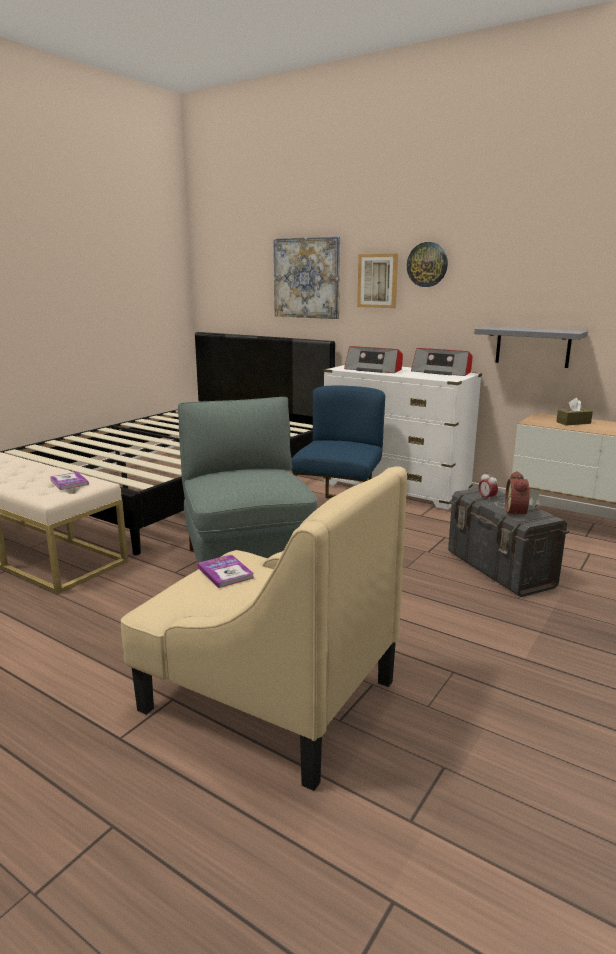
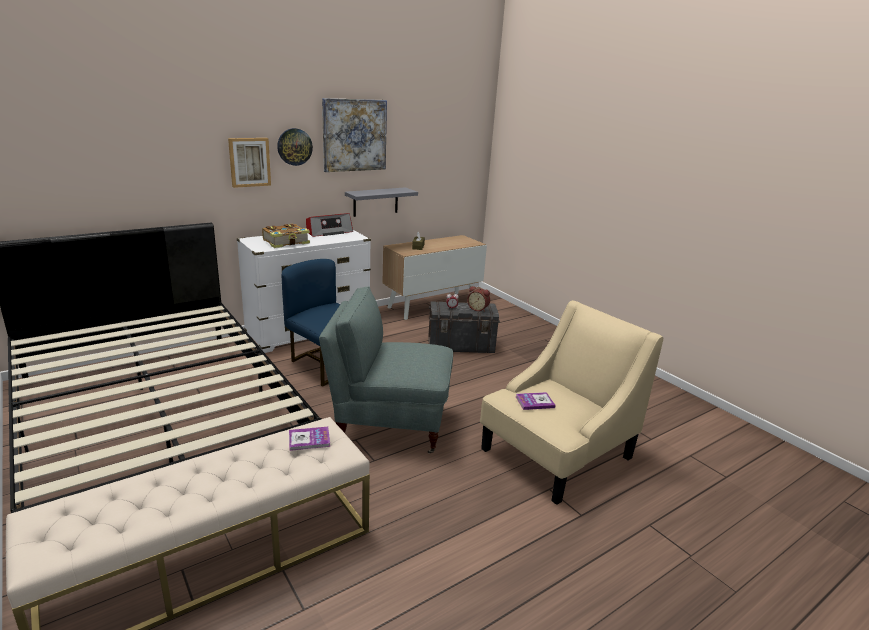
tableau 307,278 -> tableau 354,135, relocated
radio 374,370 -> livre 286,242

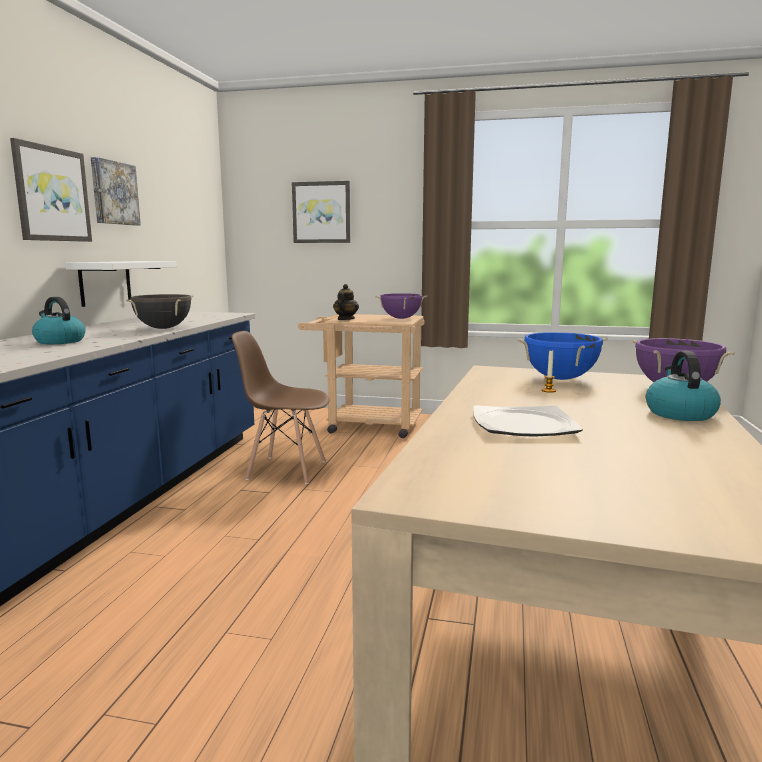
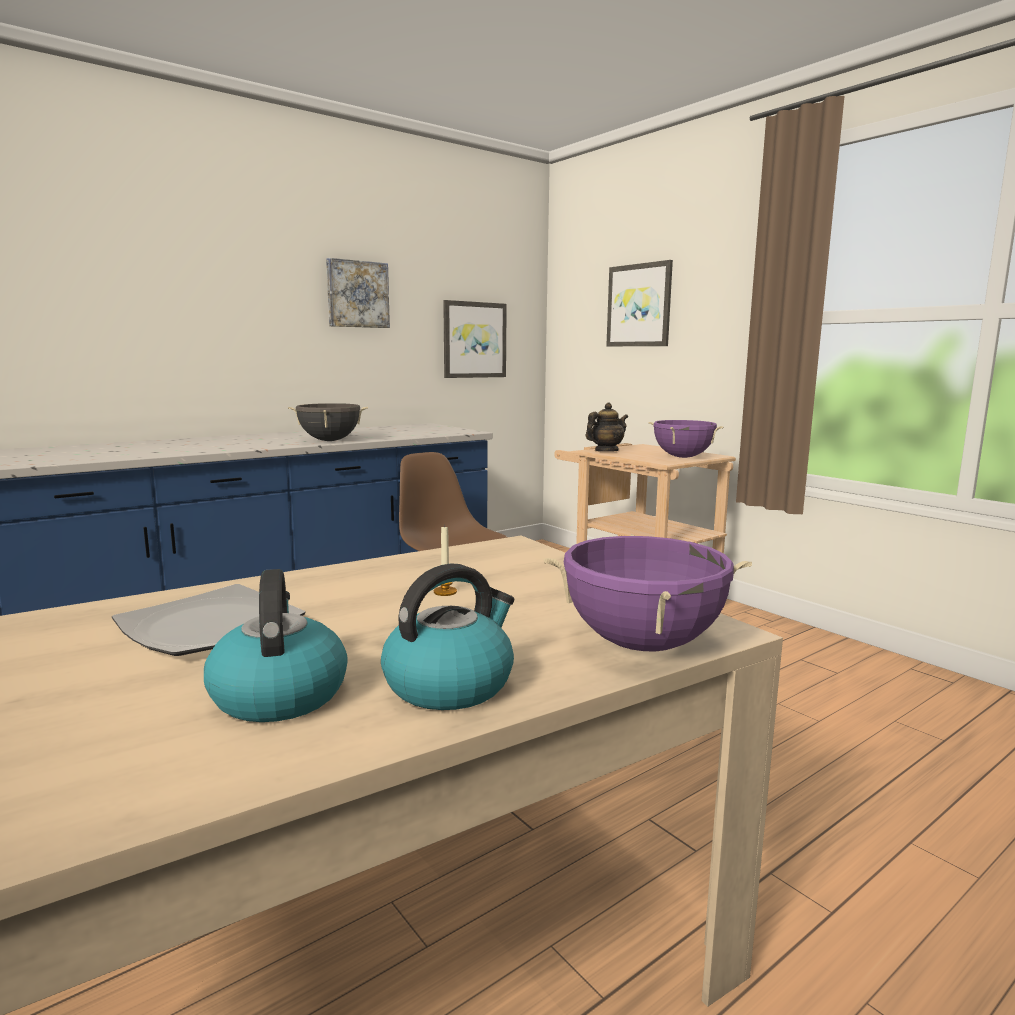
tableau 52,194 -> tableau 474,340, relocated
étagère (blanc) 105,282 -> none
bouilloire 59,341 -> bouilloire 278,694, relocated
marmite (bleu) 560,378 -> none

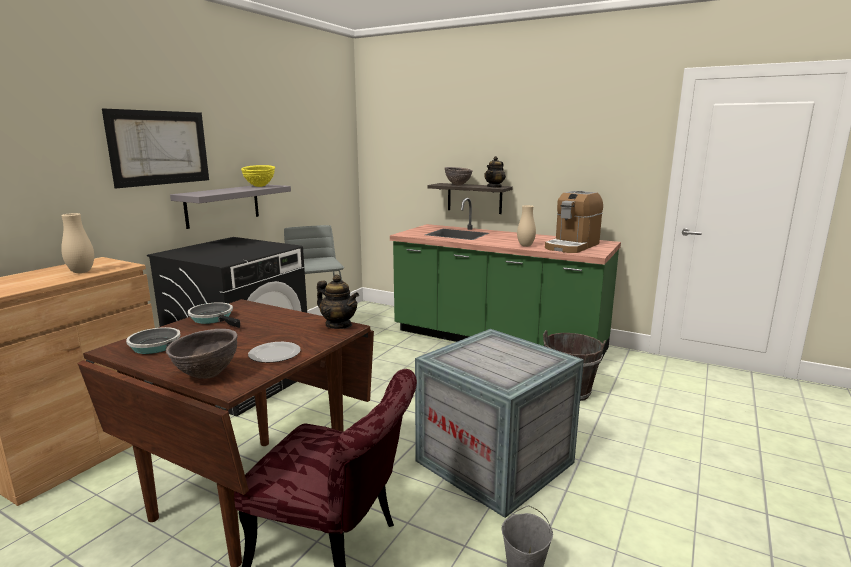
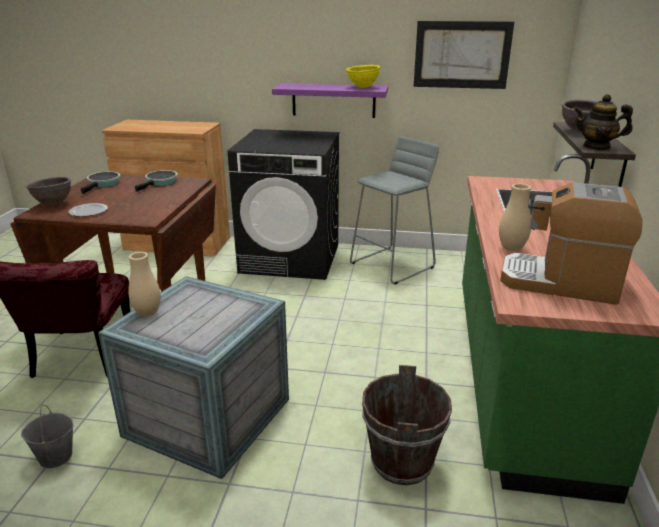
tableau 160,148 -> tableau 462,55, relocated
étagère (gris) 223,205 -> étagère (violet) 333,100
vase (beige) 81,272 -> vase (beige) 147,313, relocated
théière 339,325 -> none

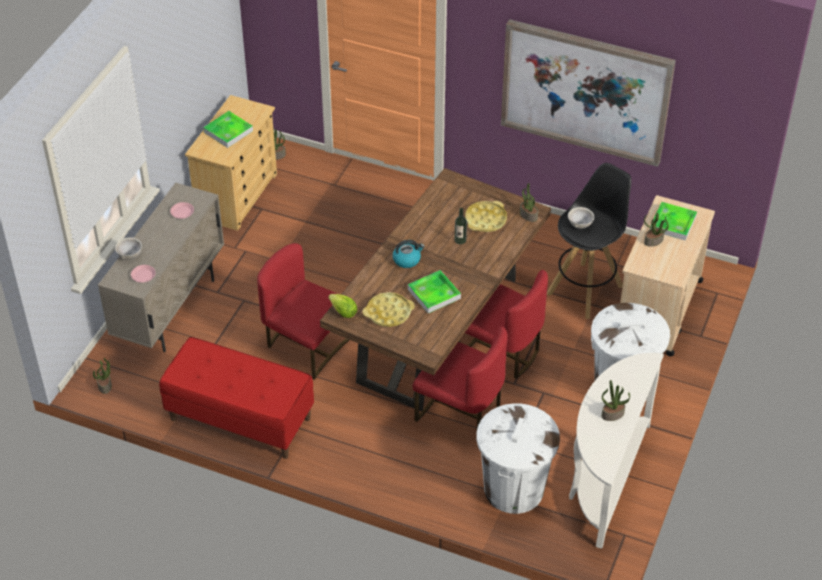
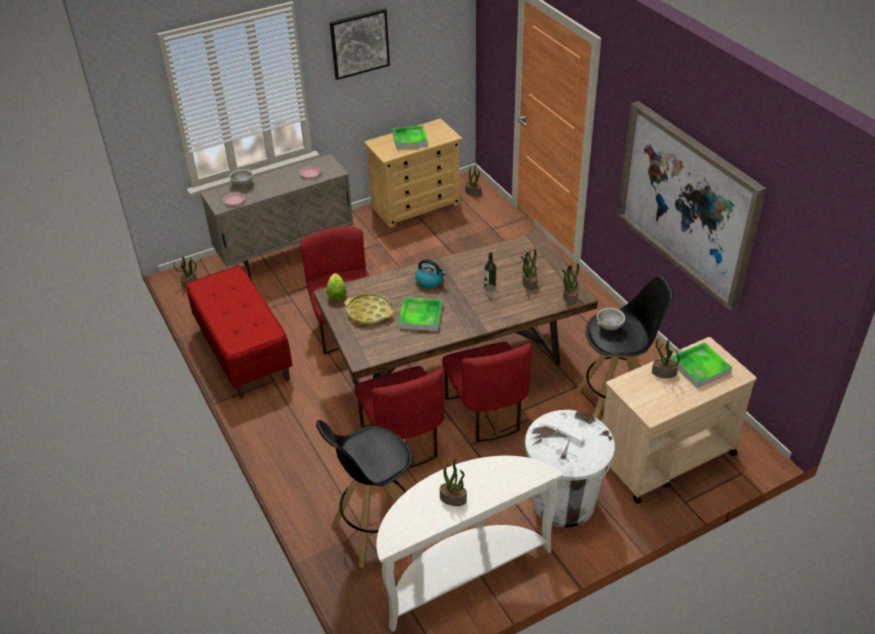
plateau (jaune) 485,220 -> plante en pot 529,283
poubelle (blanc) 513,489 -> tabouret (noir) 375,529
none -> tableau 359,43

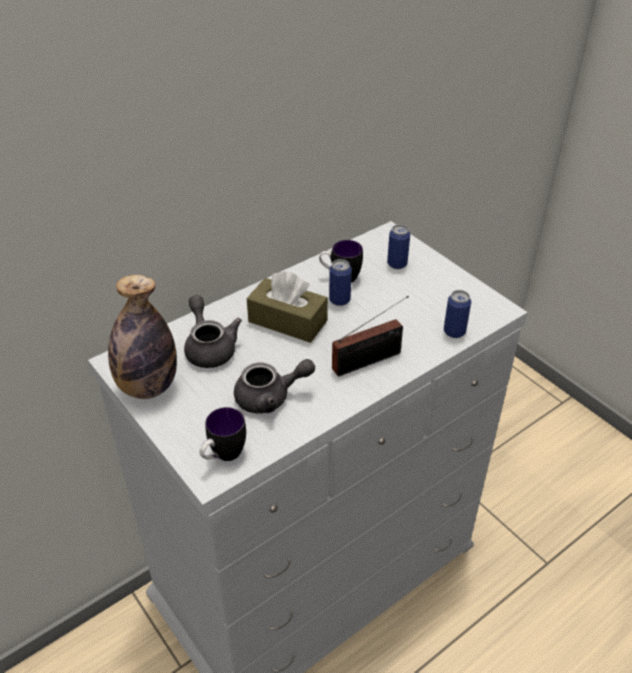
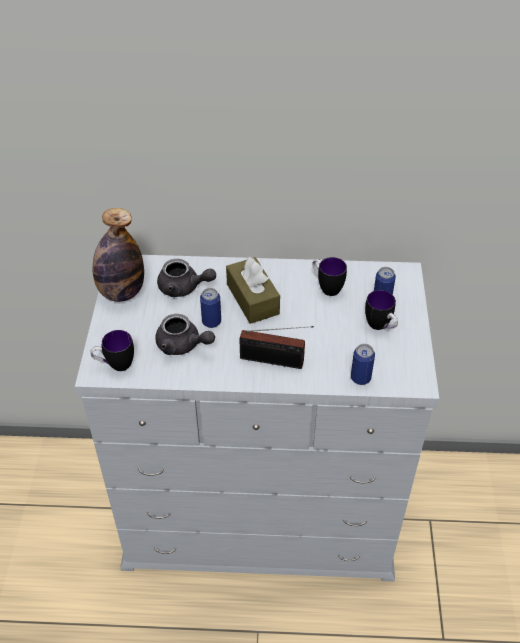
boîte métallique 339,300 -> boîte métallique 211,322, relocated
théière (gris) 209,347 -> théière (gris) 184,288, 90 degrees clockwise
none -> mug 381,327

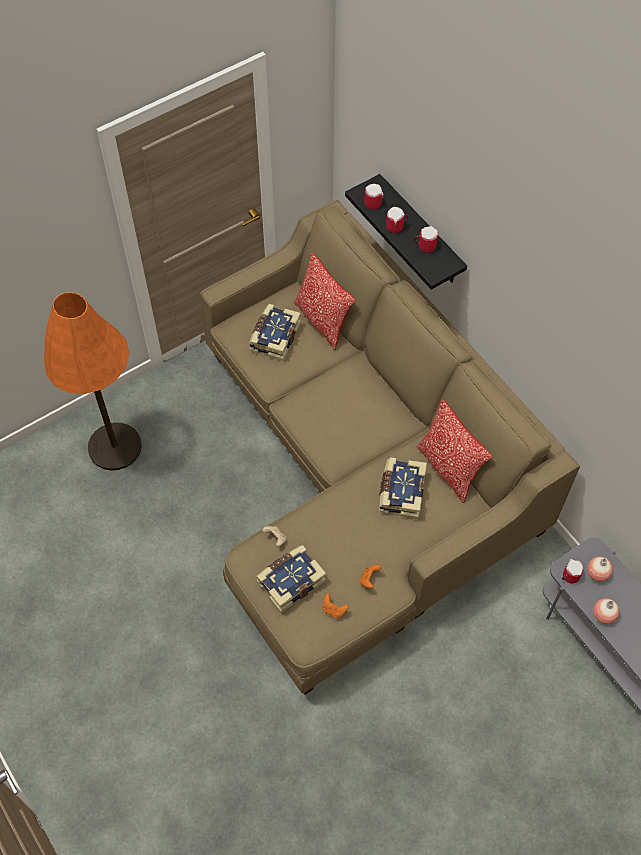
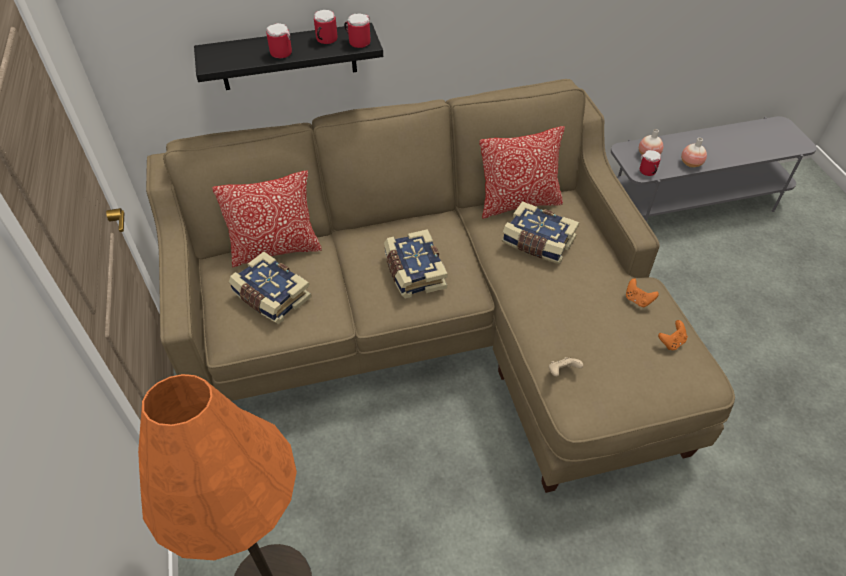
mug 374,201 -> mug 357,41, relocated
livre 290,581 -> livre 413,272, relocated

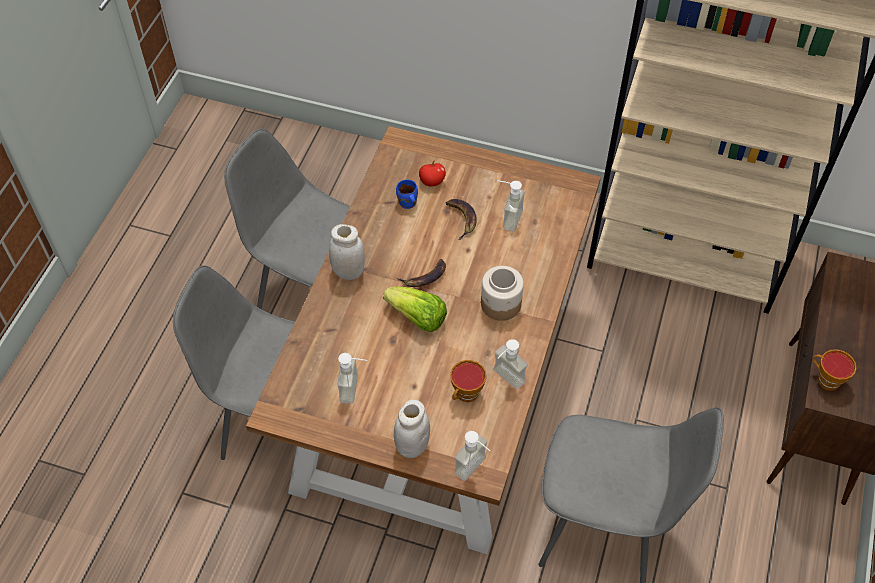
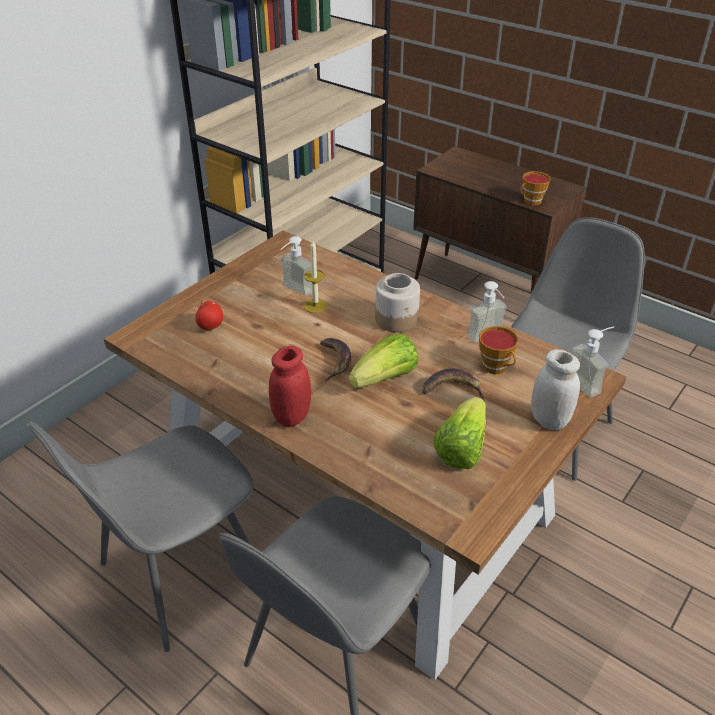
mug (bleu) 407,204 -> none
banane 462,219 -> banane 452,388, relocated
bocal (blanc) 348,271 -> bocal (rouge) 292,416
distributeur de savon 356,389 -> laitue 461,448
none -> bougie 315,306

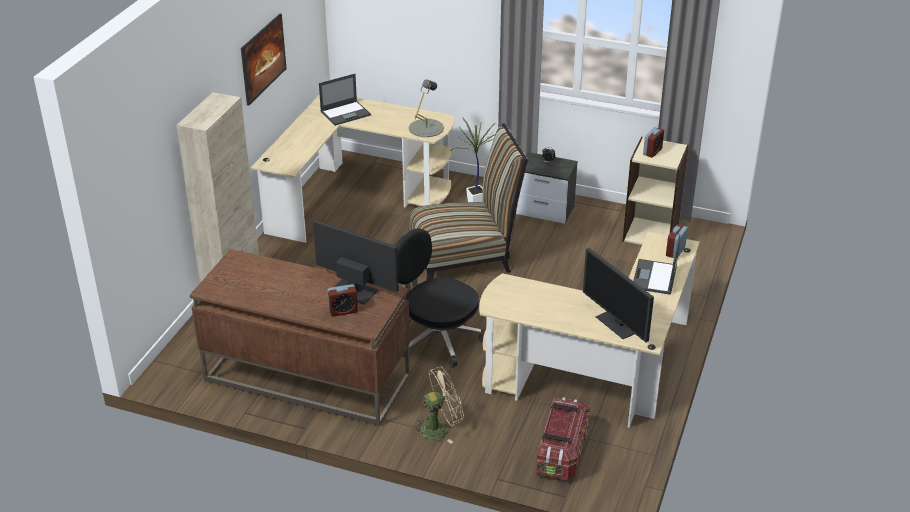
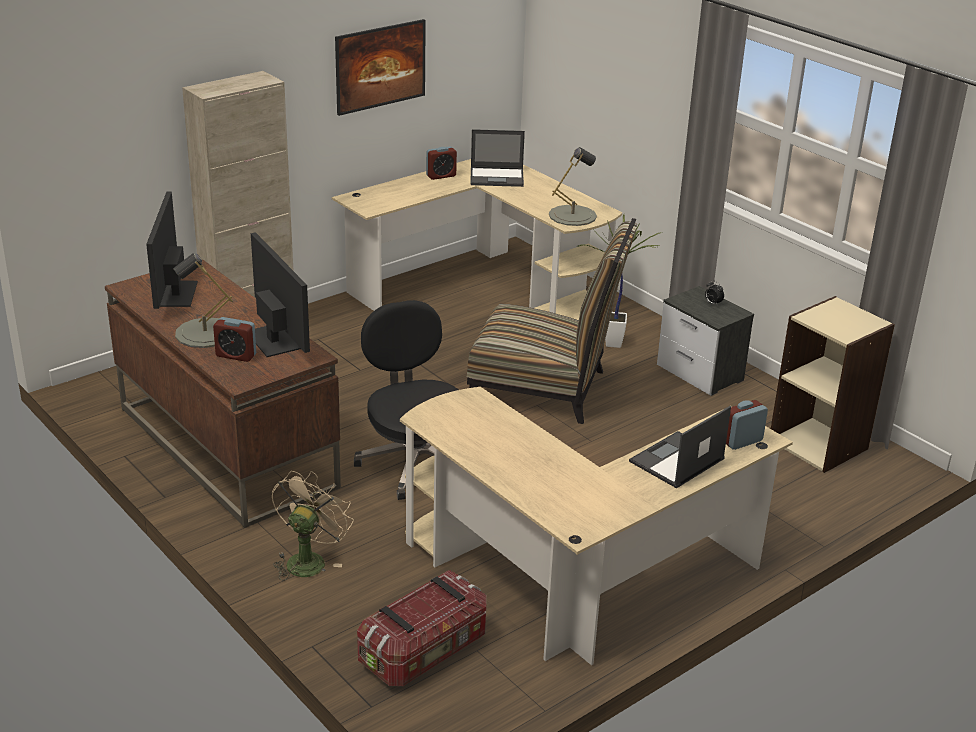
réveil 652,152 -> réveil 441,176, relocated
écran d'ordinateur 619,323 -> écran d'ordinateur 176,294, relocated
ventilateur (beige) 439,428 -> ventilateur (beige) 309,559, 75 degrees counterclockwise
none -> lampe de table (gris) 205,333

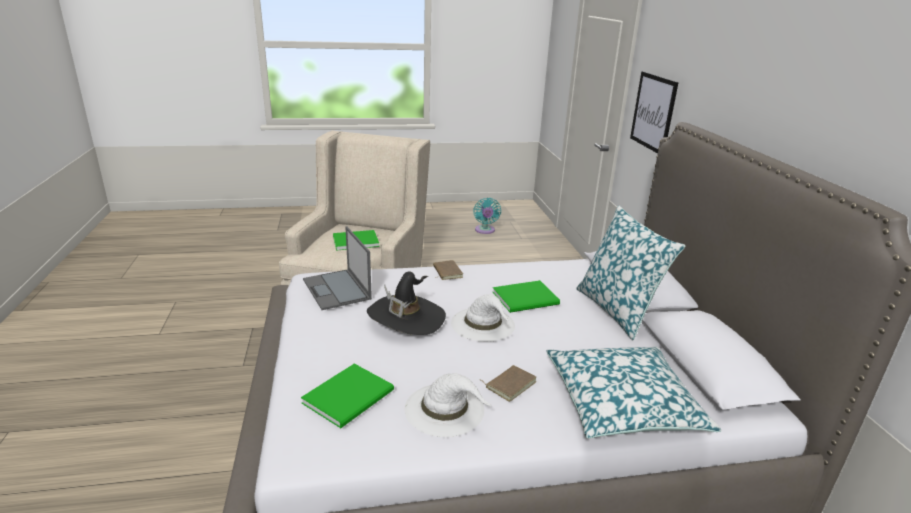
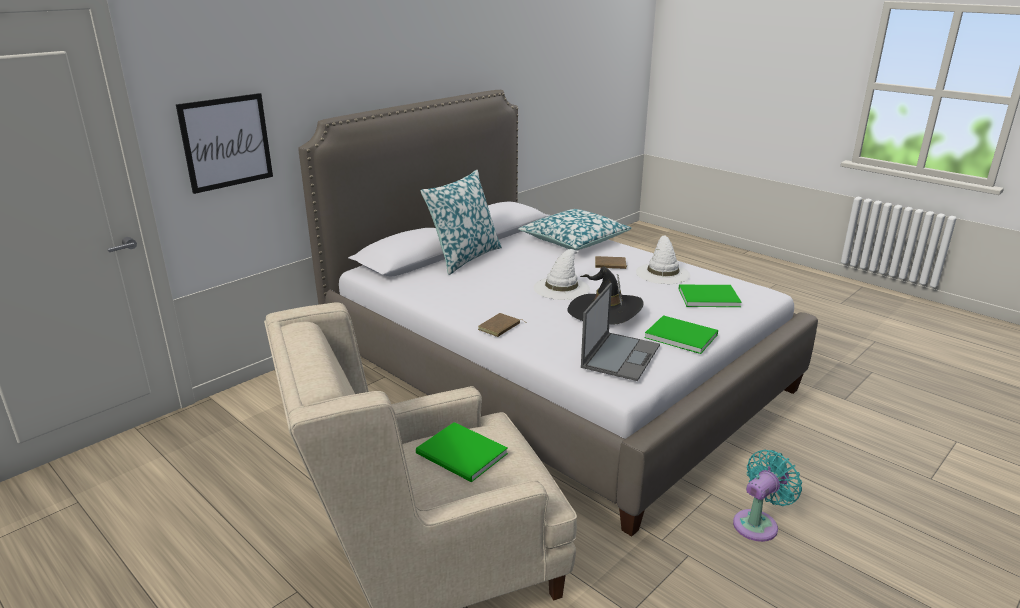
ventilateur (turquoise) 485,231 -> ventilateur (turquoise) 758,523, relocated
livre (vert) 527,298 -> livre (vert) 679,335, relocated

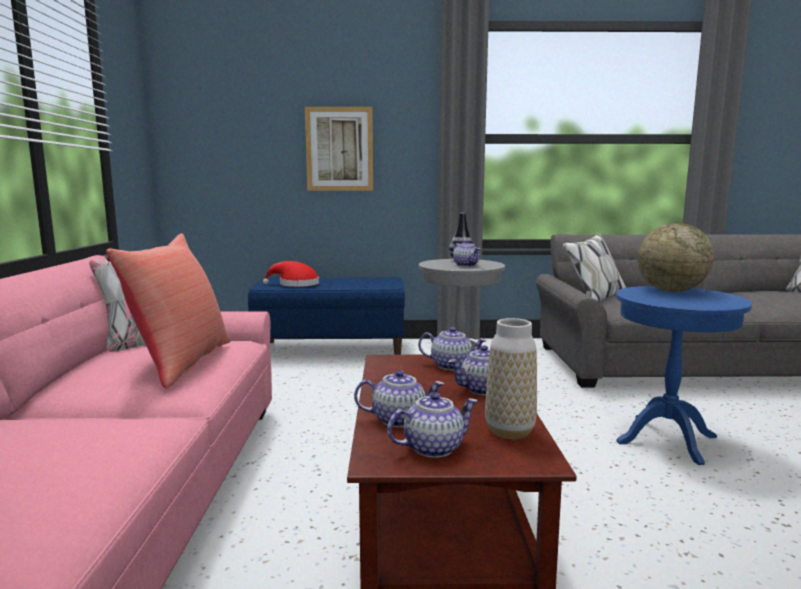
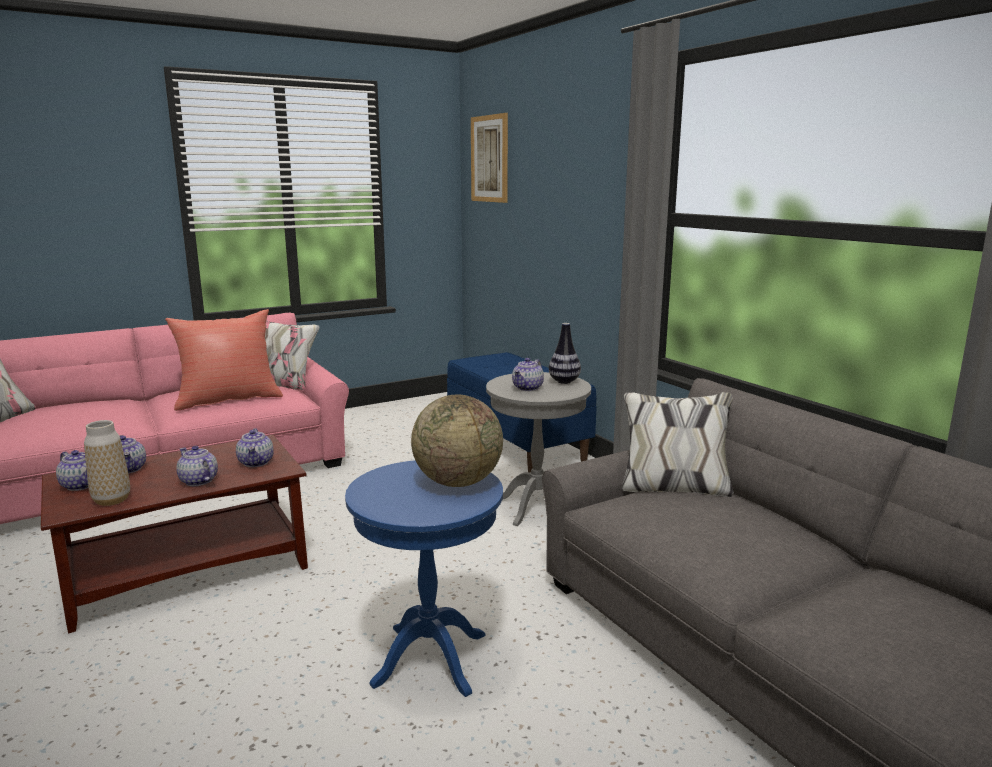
tableau 339,149 -> tableau 489,159, relocated
chapeau (rouge) 295,284 -> none

